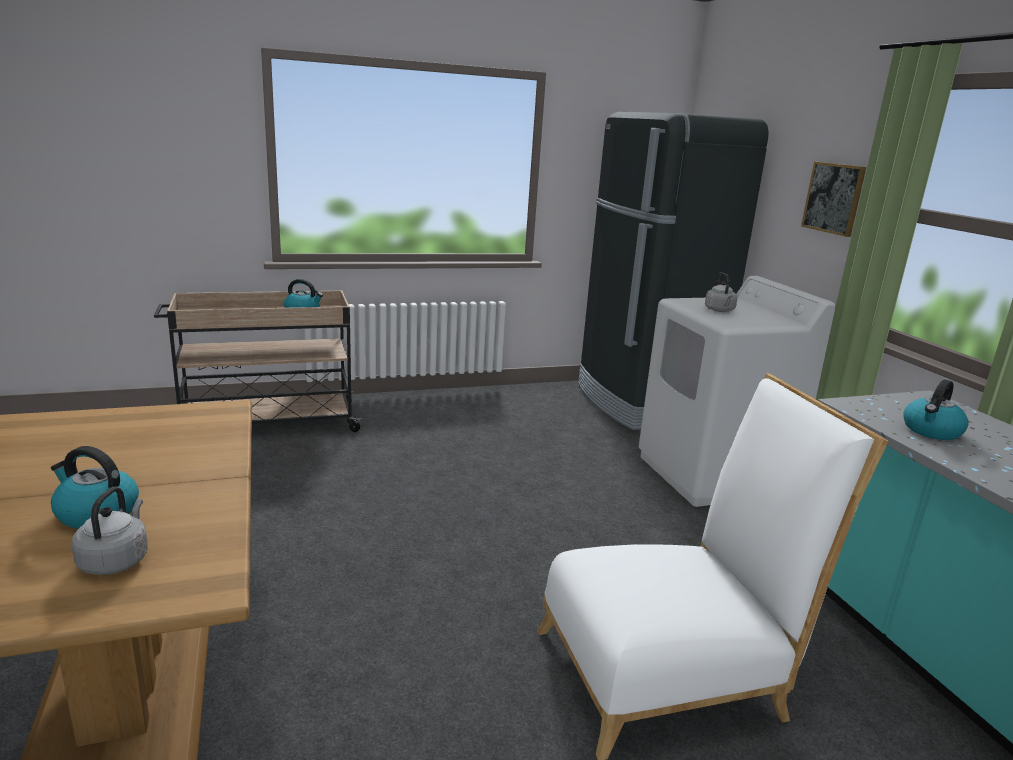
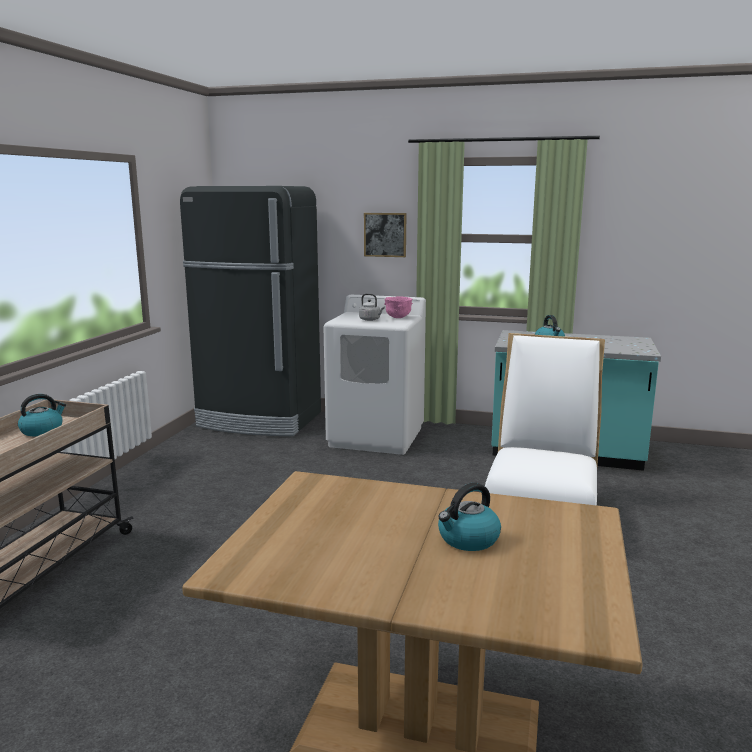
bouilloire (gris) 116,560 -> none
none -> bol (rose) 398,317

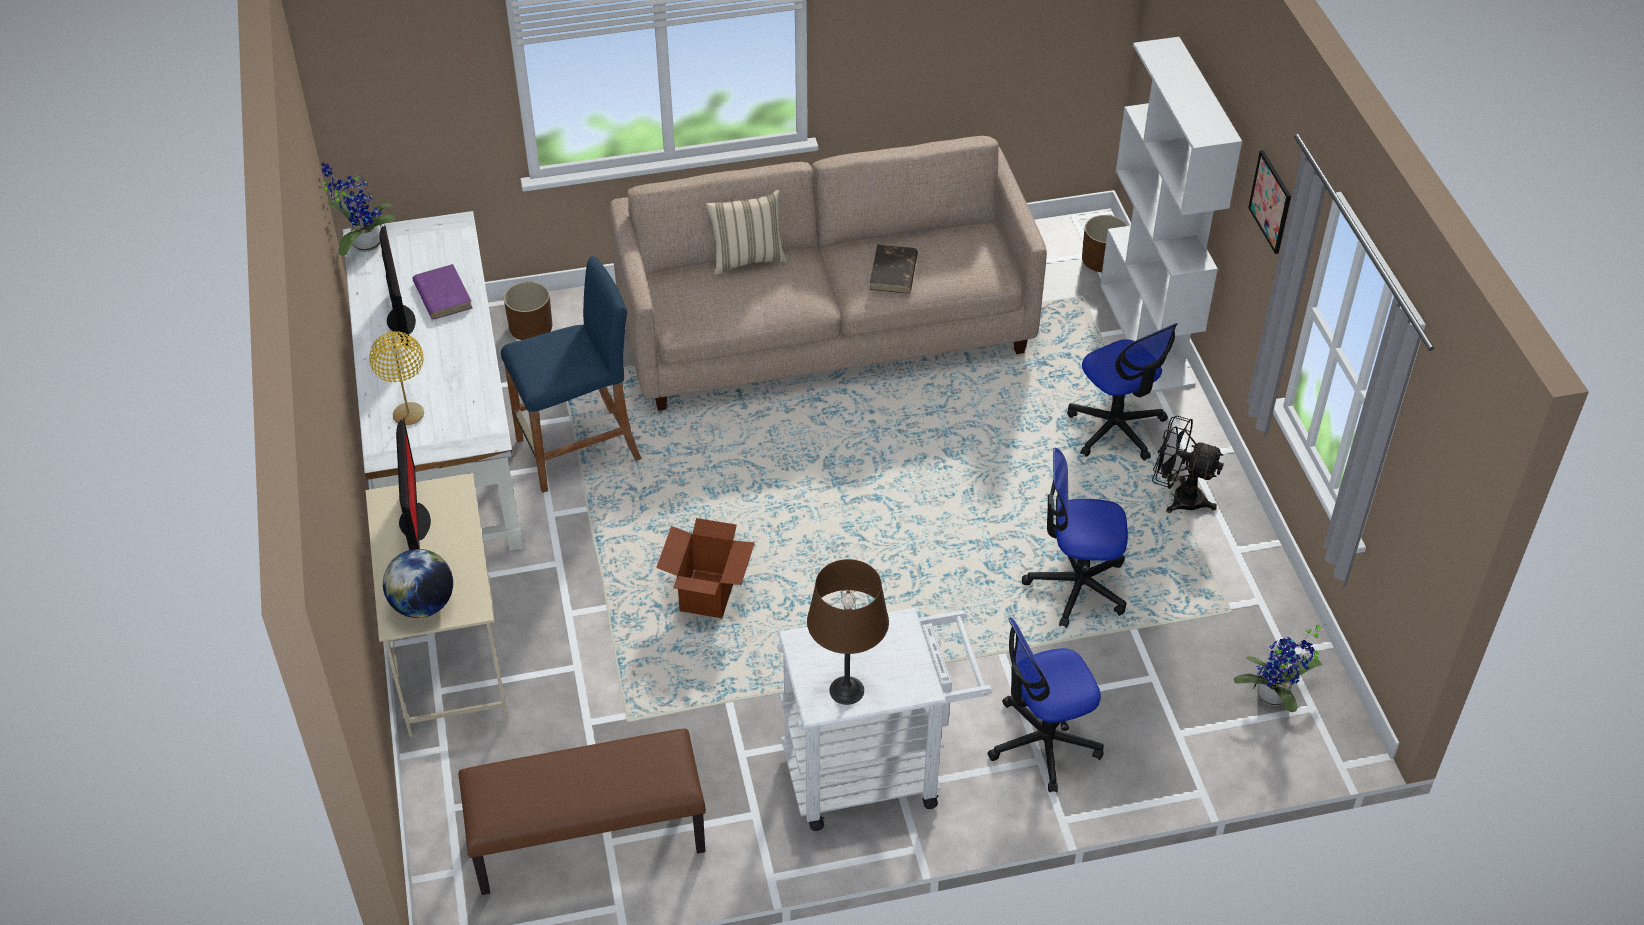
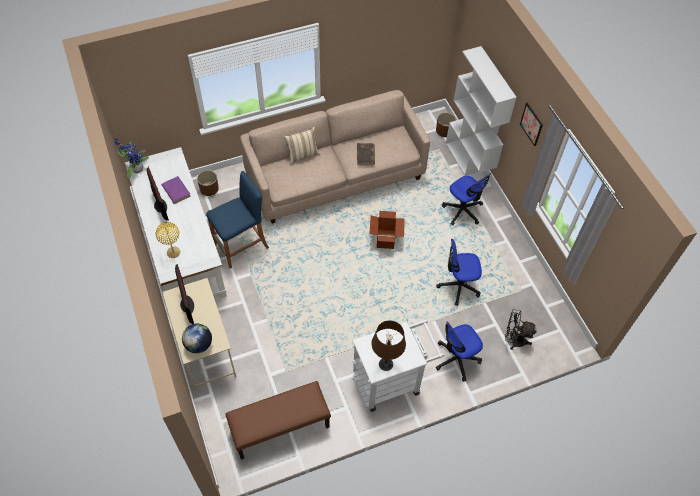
ventilateur (noir) 1179,497 -> ventilateur (noir) 514,340, relocated
carton 708,595 -> carton 385,239, relocated
plante en pot 1275,698 -> none

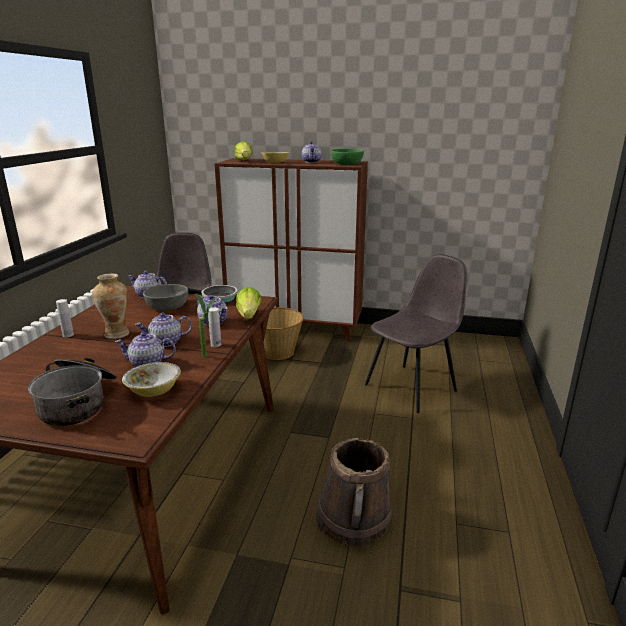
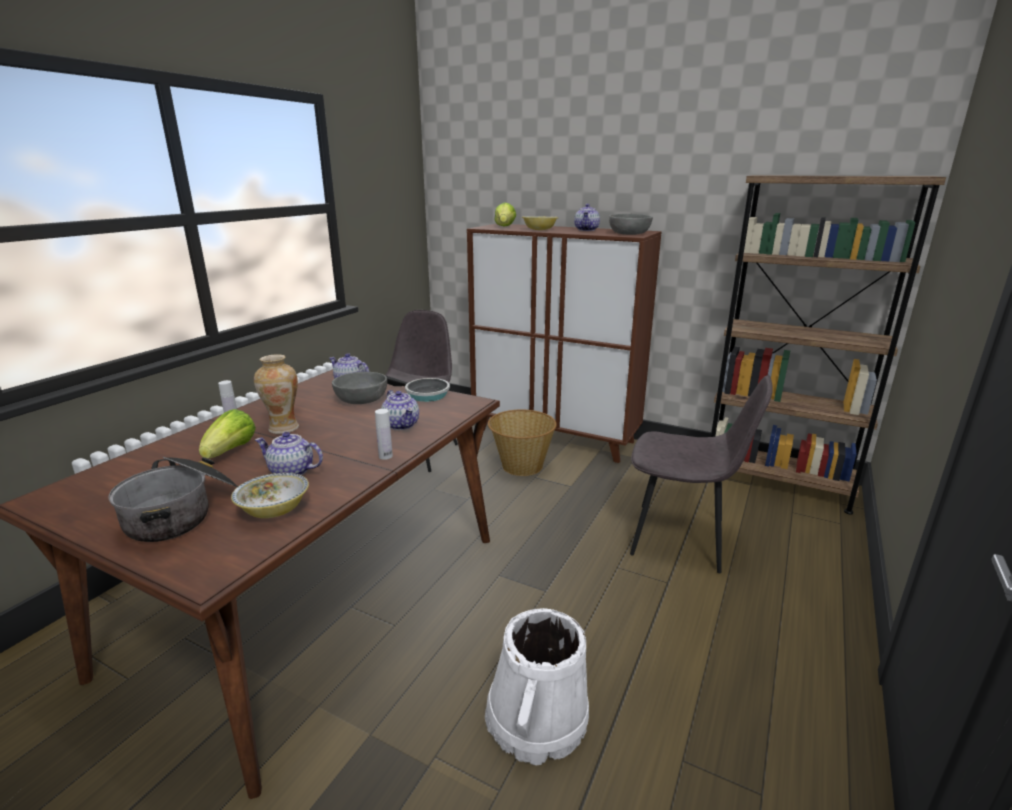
bol (vert) 347,164 -> bol (gris) 629,233
chaise (gris) 412,387 -> chaise (gris) 681,537, 45 degrees clockwise
laitue 249,316 -> laitue 231,451, relocated
plante en pot 209,357 -> none
théière 165,342 -> none
seau (marron) 353,519 -> seau (blanc) 536,718
none -> bibliothèque (marron) 776,483

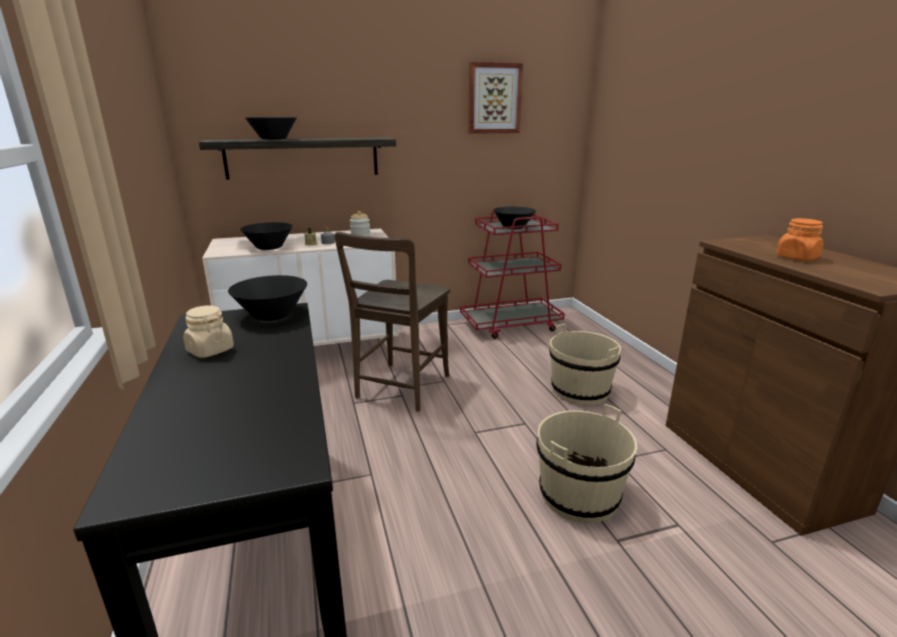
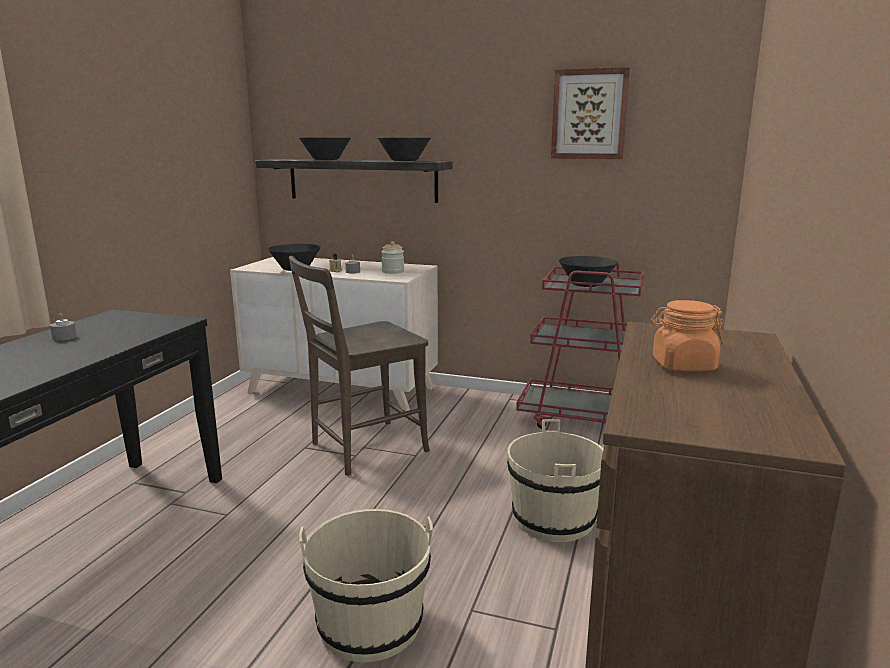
bol (noir) 272,315 -> bol (noir) 404,160, relocated
bocal (beige) 210,350 -> bougie (gris) 64,337

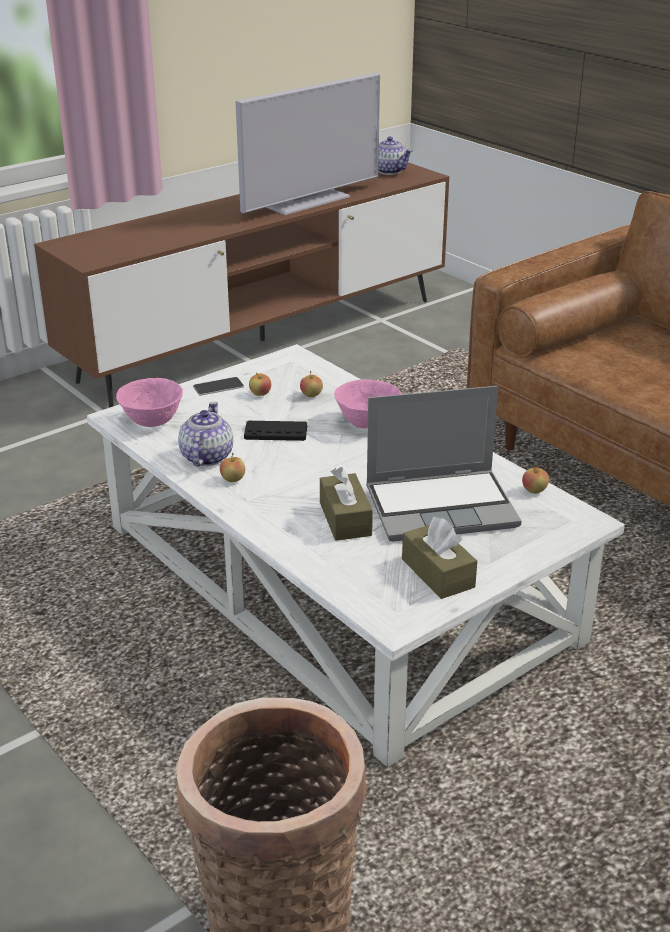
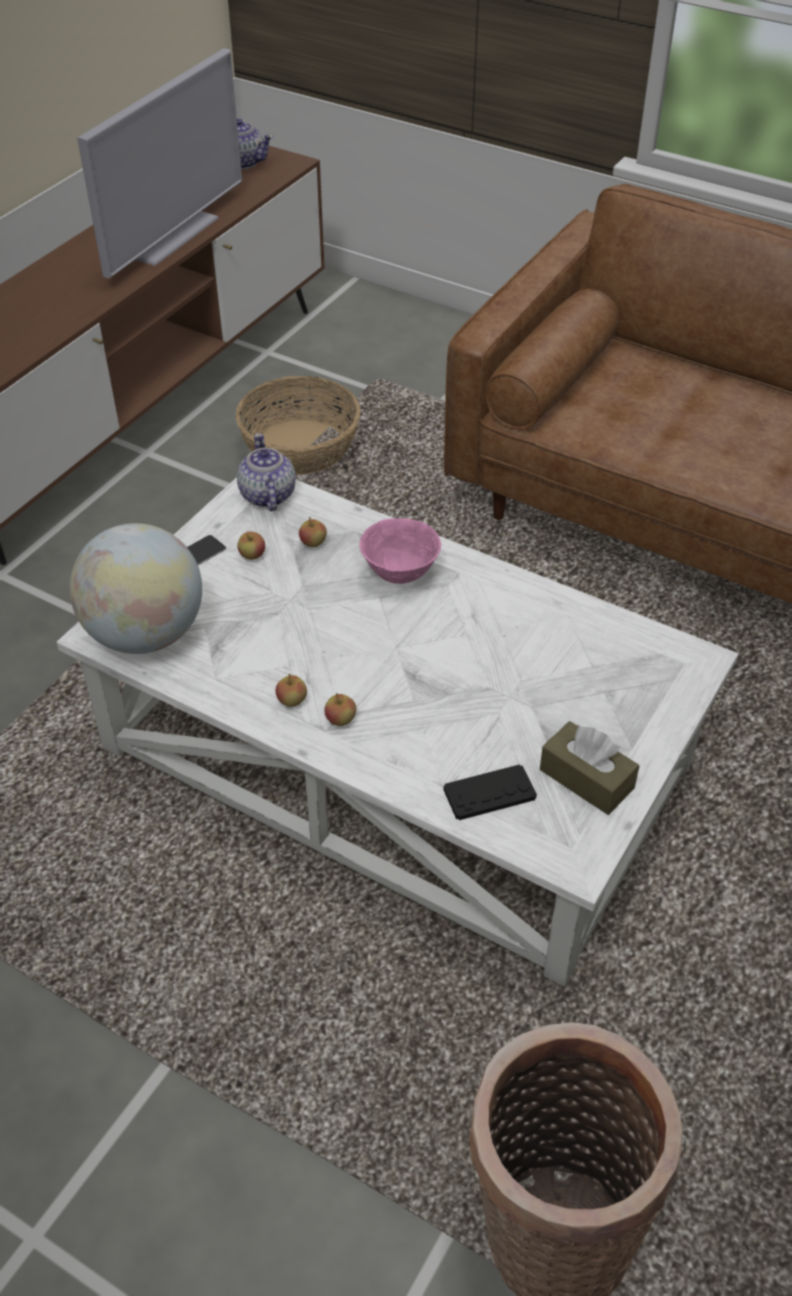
bol (rose) 151,422 -> globe 145,634
ordinateur portable 442,506 -> none
théière 206,457 -> théière 267,496, relocated
manette (noir) 276,432 -> manette (noir) 489,793, relocated
pomme 534,491 -> pomme 340,720, relocated
boîte à mouchoirs (marron) 345,519 -> none
none -> panier 301,447

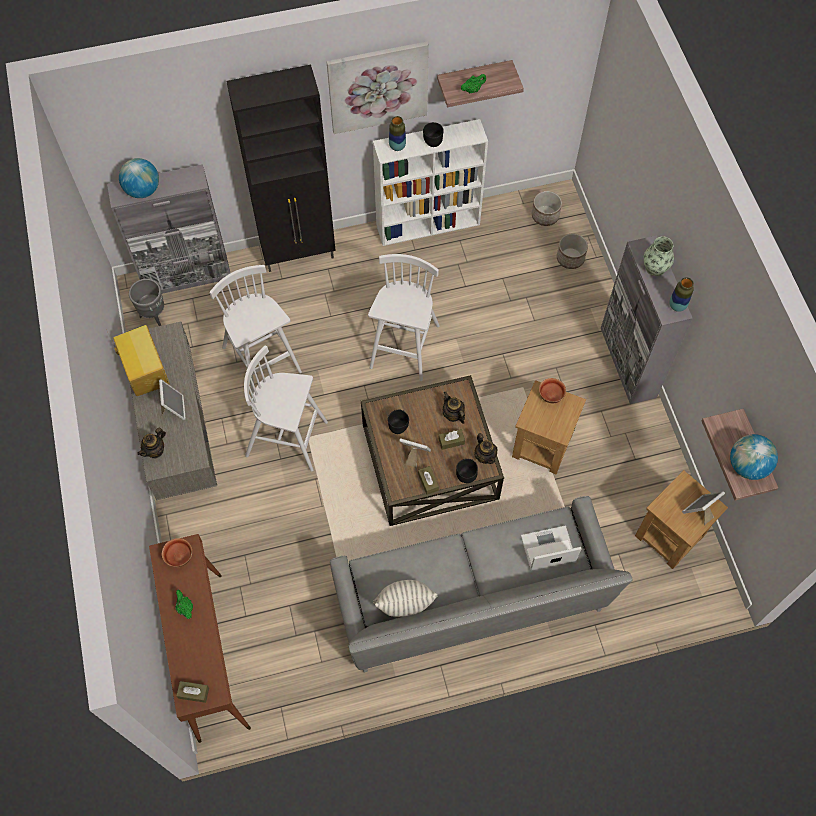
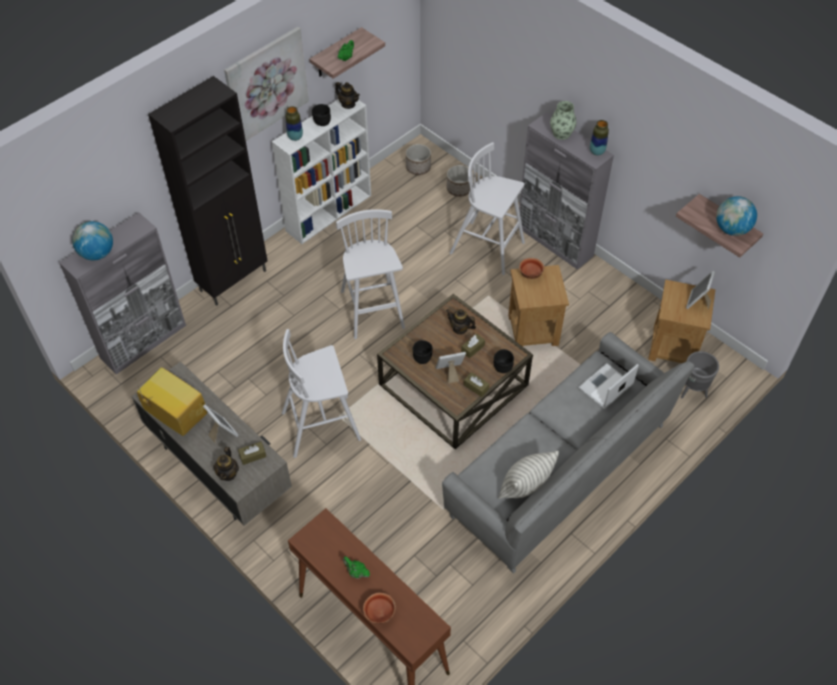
tabouret (blanc) 262,361 -> tabouret (blanc) 488,248, relocated
cache-pot (gris) 154,317 -> cache-pot (gris) 692,391, relocated
théière 485,456 -> théière 348,104, relocated
bol 179,557 -> bol 380,614, relocated
boîte à mouchoirs (marron) 193,693 -> boîte à mouchoirs (marron) 252,455, relocated

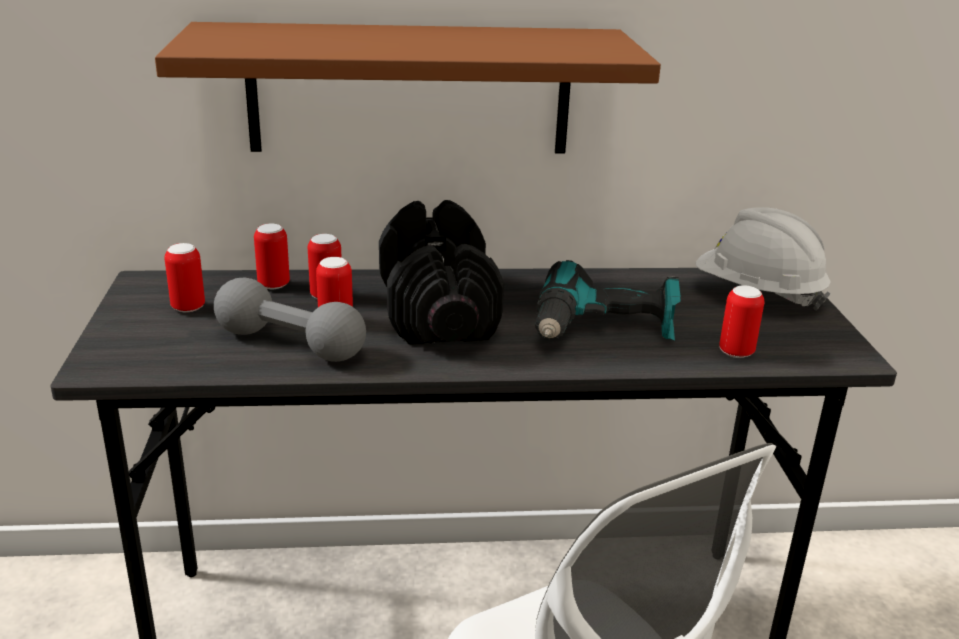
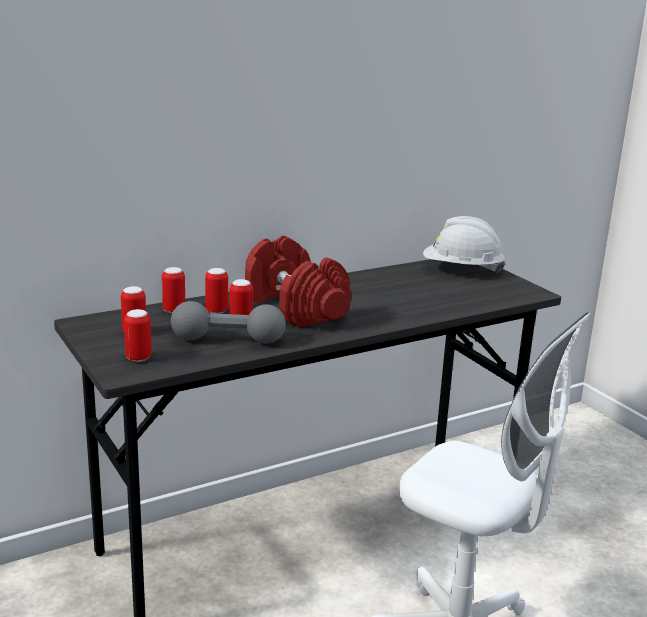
étagère (marron) 410,90 -> none
haltère (noir) 437,310 -> haltère (rouge) 294,307
perceuse 604,329 -> none
boîte métallique 736,352 -> boîte métallique 138,358, relocated

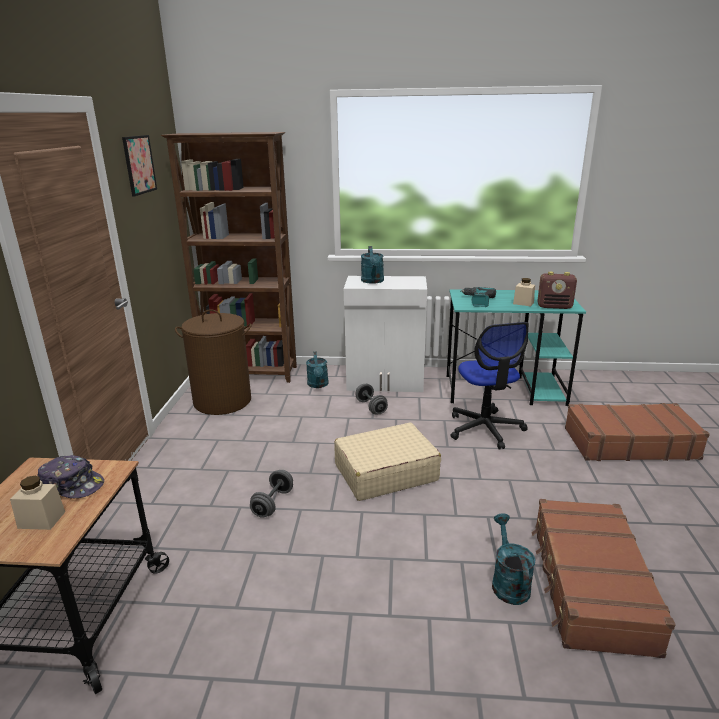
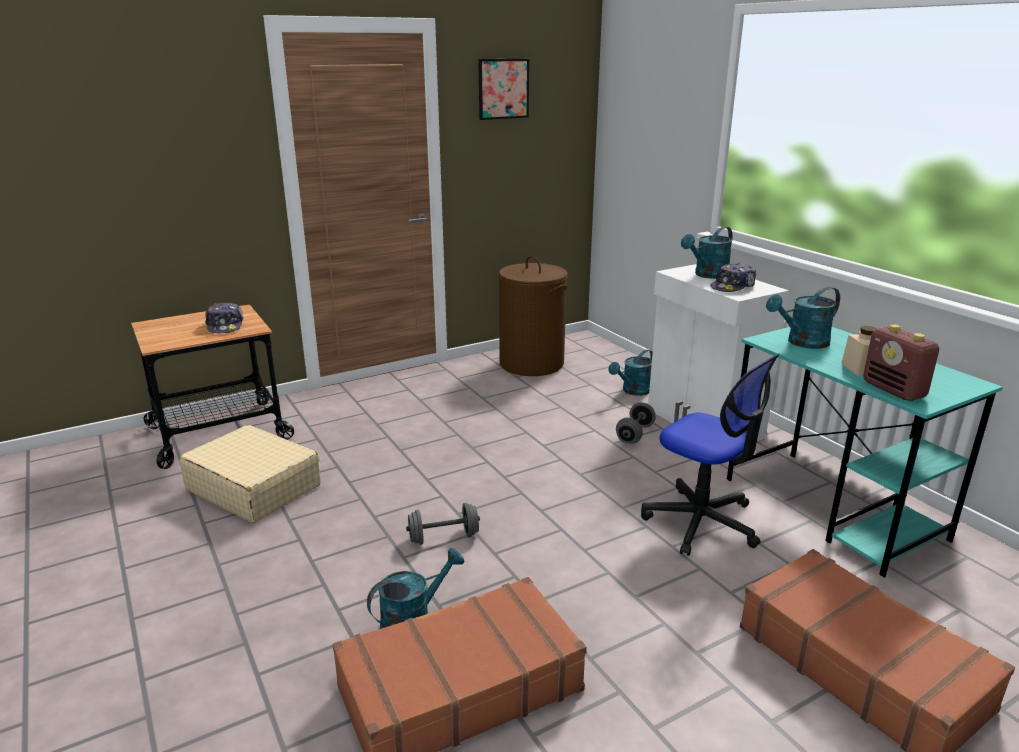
bibliothèque (marron) 250,374 -> none
perceuse 477,301 -> arrosoir (turquoise) 802,343
chaise de bureau 485,429 -> chaise de bureau 702,522, 90 degrees counterclockwise
valise (beige) 385,472 -> valise (beige) 253,487, relocated
haltère (gris) 273,503 -> haltère (gris) 443,537, relocated
bocal (beige) 41,520 -> none
none -> casquette 733,287

